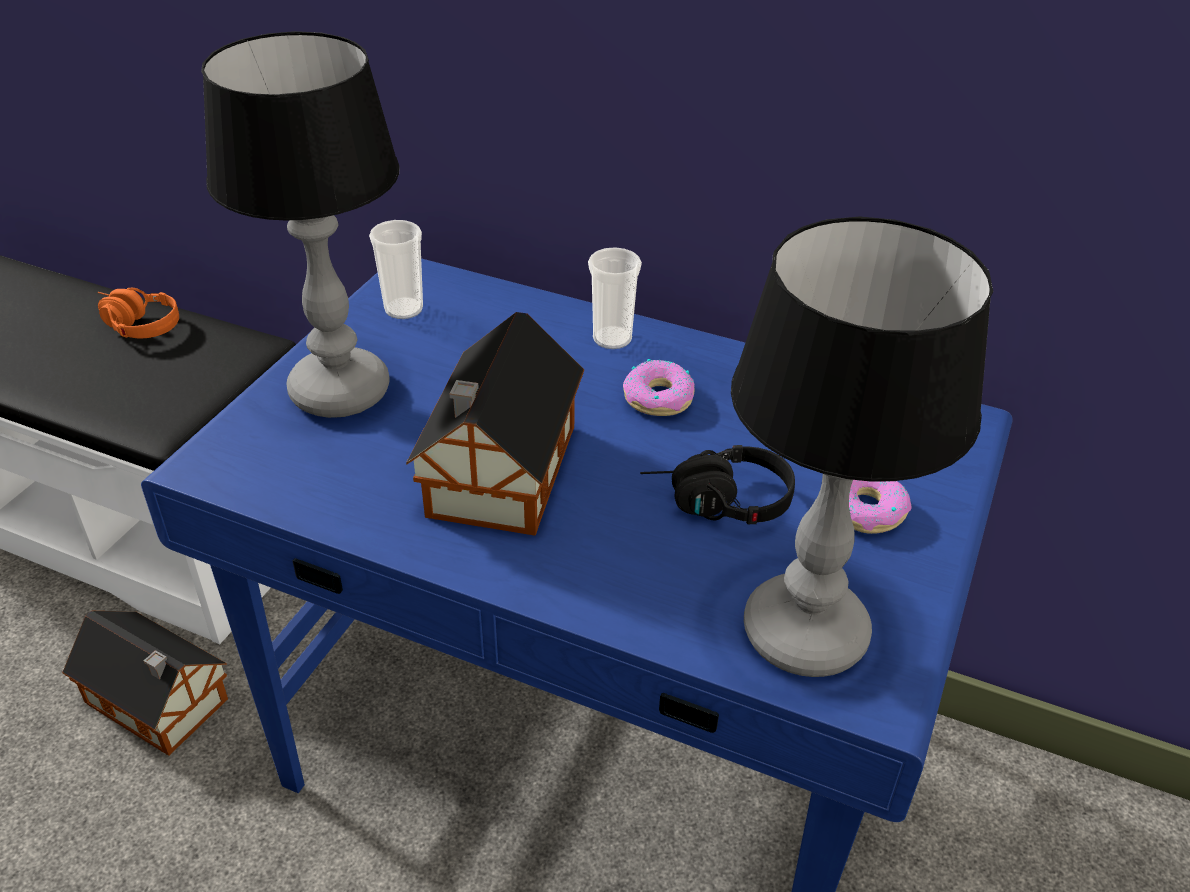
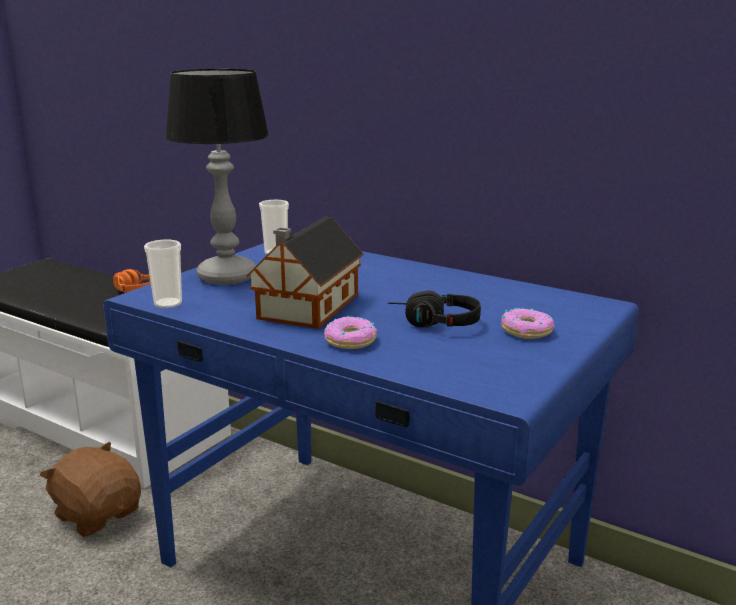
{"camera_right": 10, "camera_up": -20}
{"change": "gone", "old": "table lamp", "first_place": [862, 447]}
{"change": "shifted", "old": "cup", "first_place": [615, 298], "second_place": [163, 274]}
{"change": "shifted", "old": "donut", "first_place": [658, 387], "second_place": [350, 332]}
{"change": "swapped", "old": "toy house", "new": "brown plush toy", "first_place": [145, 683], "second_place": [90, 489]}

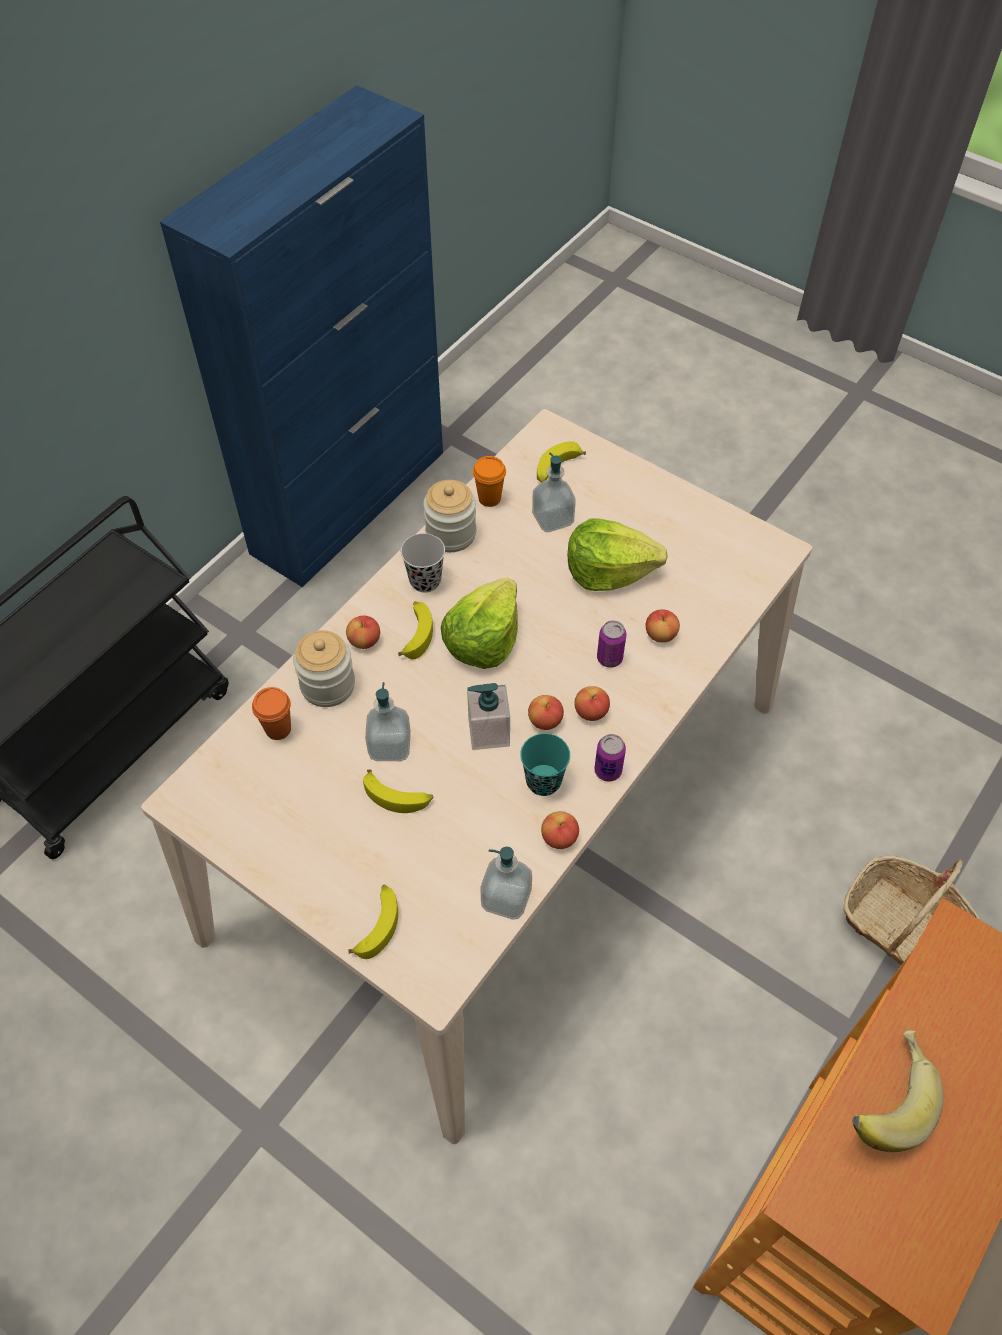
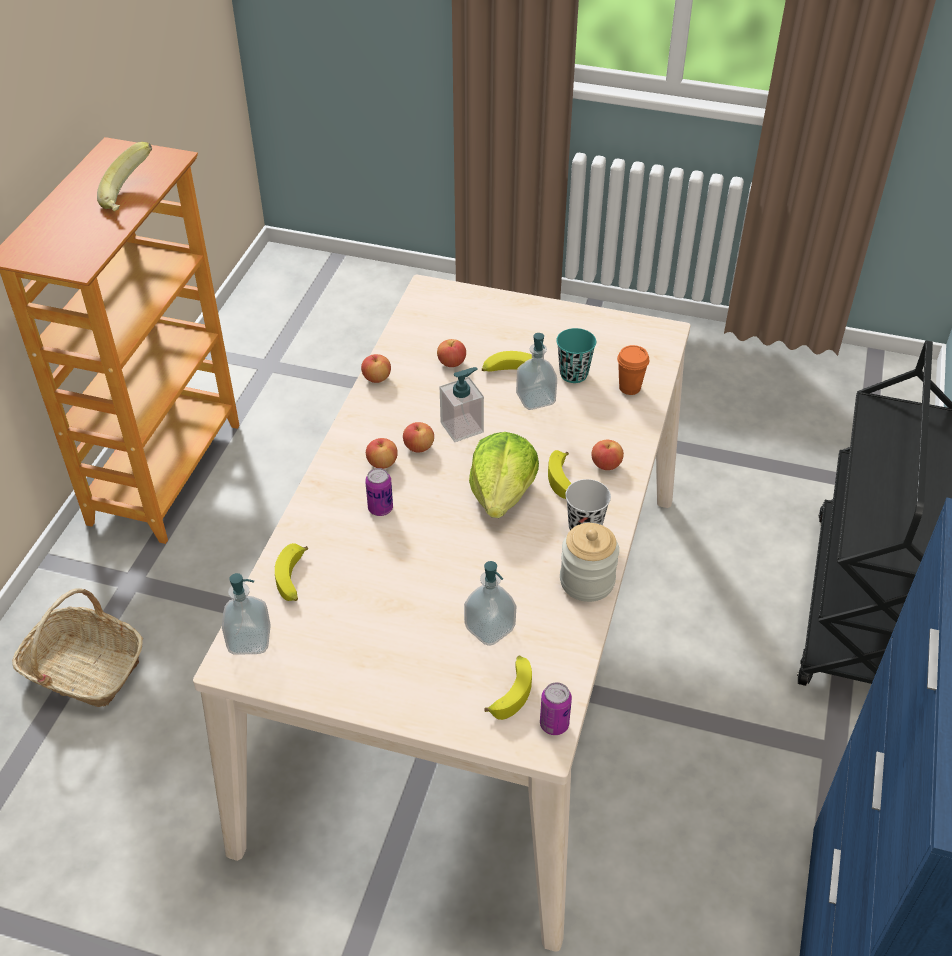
{"camera_right": 160, "camera_up": -10}
{"change": "gone", "old": "jar", "first_place": [324, 668]}
{"change": "gone", "old": "orange cup", "first_place": [489, 481]}
{"change": "gone", "old": "lettuce", "first_place": [617, 554]}
{"change": "shifted", "old": "banana", "first_place": [373, 922], "second_place": [291, 572]}
{"change": "shifted", "old": "soap dispenser", "first_place": [506, 883], "second_place": [246, 614]}
{"change": "shifted", "old": "turquoise cup", "first_place": [545, 764], "second_place": [576, 355]}
{"change": "shifted", "old": "can", "first_place": [610, 758], "second_place": [556, 708]}
{"change": "shifted", "old": "apple", "first_place": [663, 626], "second_place": [451, 353]}

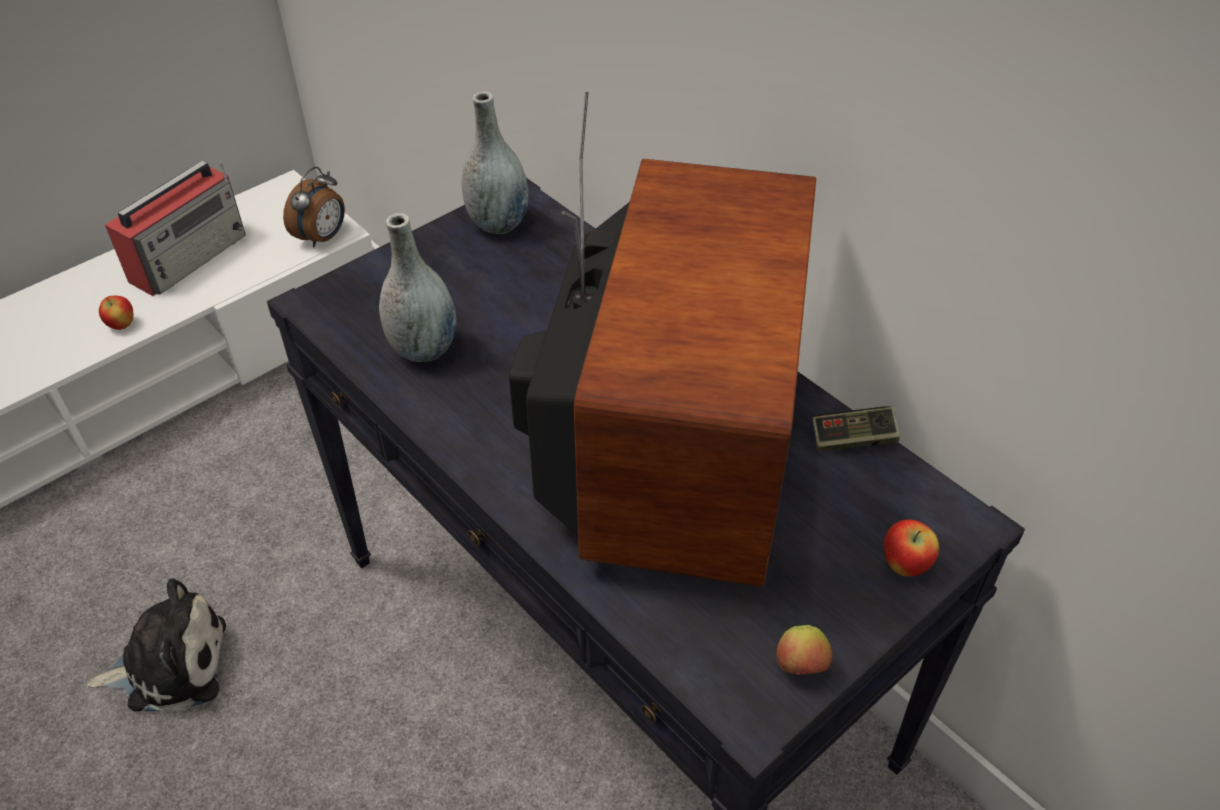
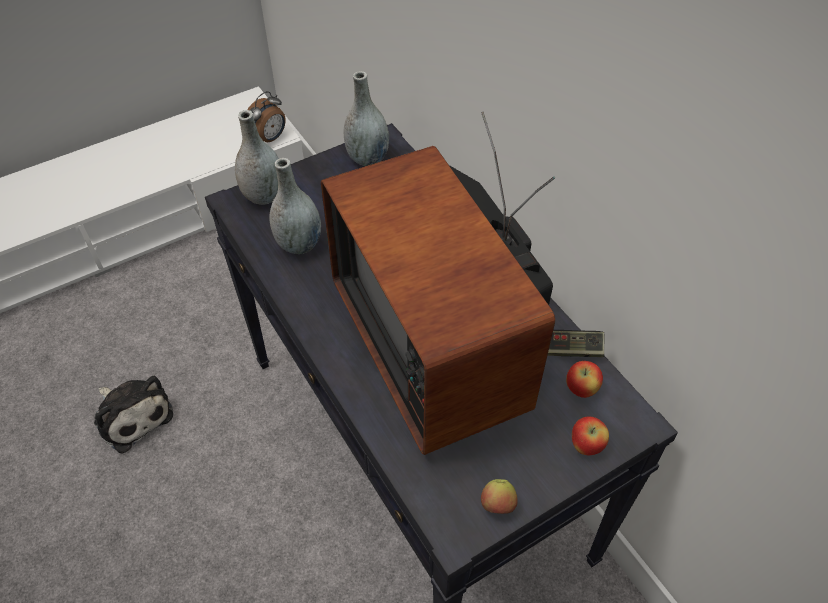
{"camera_right": 10, "camera_up": 5}
{"change": "gone", "old": "radio", "first_place": [175, 228]}
{"change": "new", "new": "grey vase", "second_place": [257, 157]}
{"change": "shifted", "old": "apple", "first_place": [116, 313], "second_place": [584, 379]}
{"change": "rotated", "old": "plush toy", "first_place": [156, 645], "second_place": [133, 415], "degrees": 45}
{"change": "rotated", "old": "television", "first_place": [662, 339], "second_place": [438, 283], "degrees": 135}

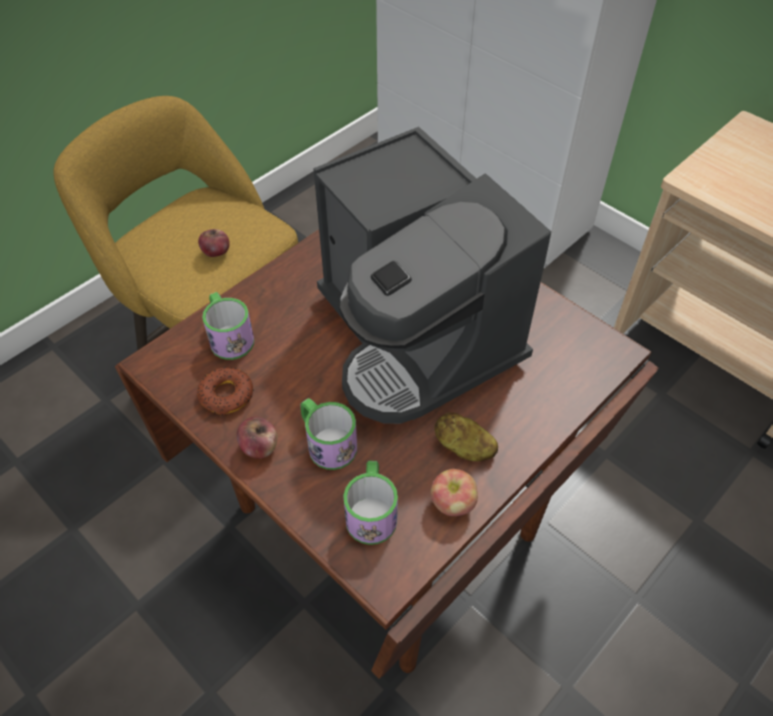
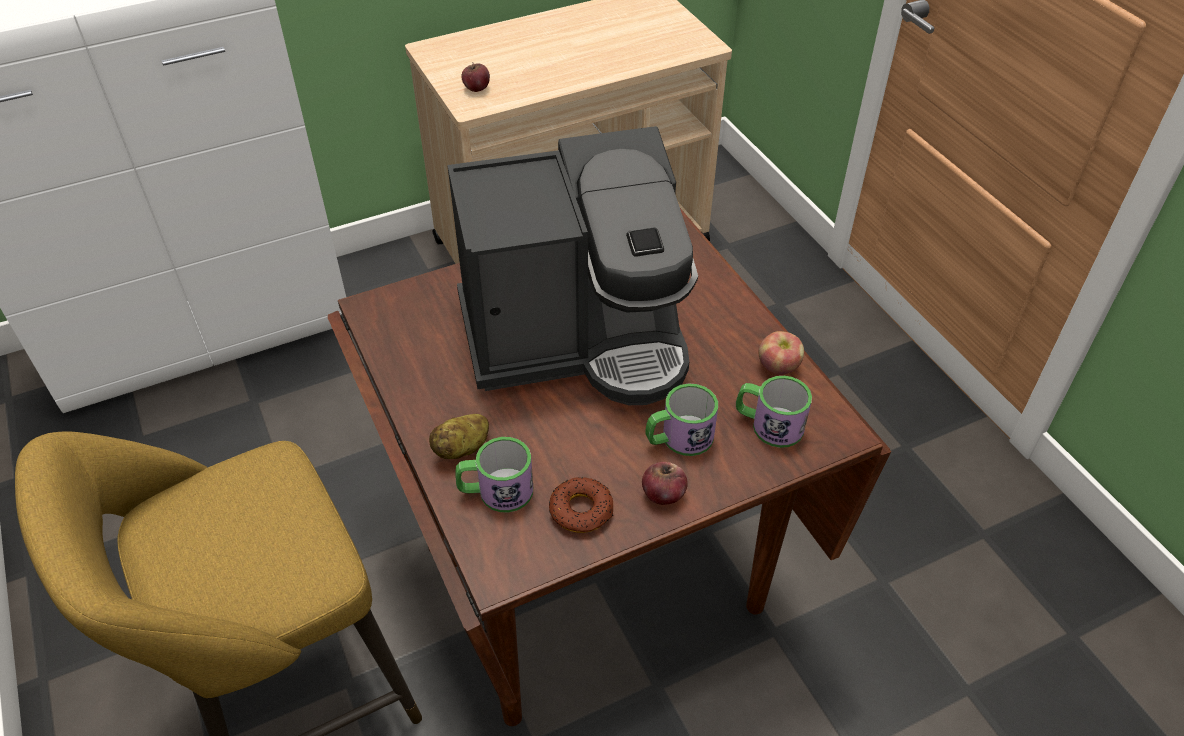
{"camera_right": -70, "camera_up": -5}
{"change": "shifted", "old": "apple", "first_place": [214, 243], "second_place": [476, 77]}
{"change": "shifted", "old": "potato", "first_place": [466, 436], "second_place": [459, 436]}

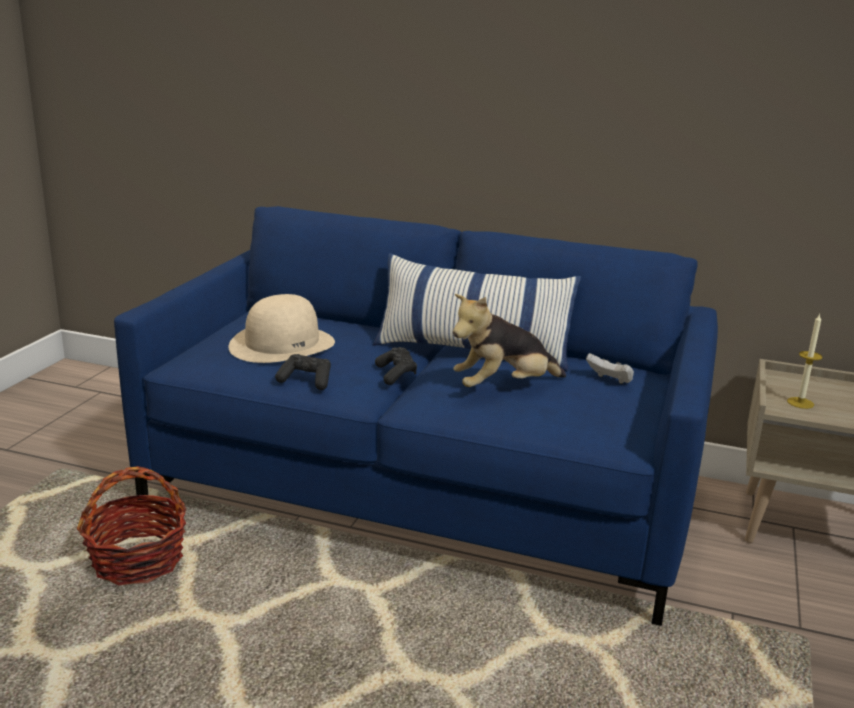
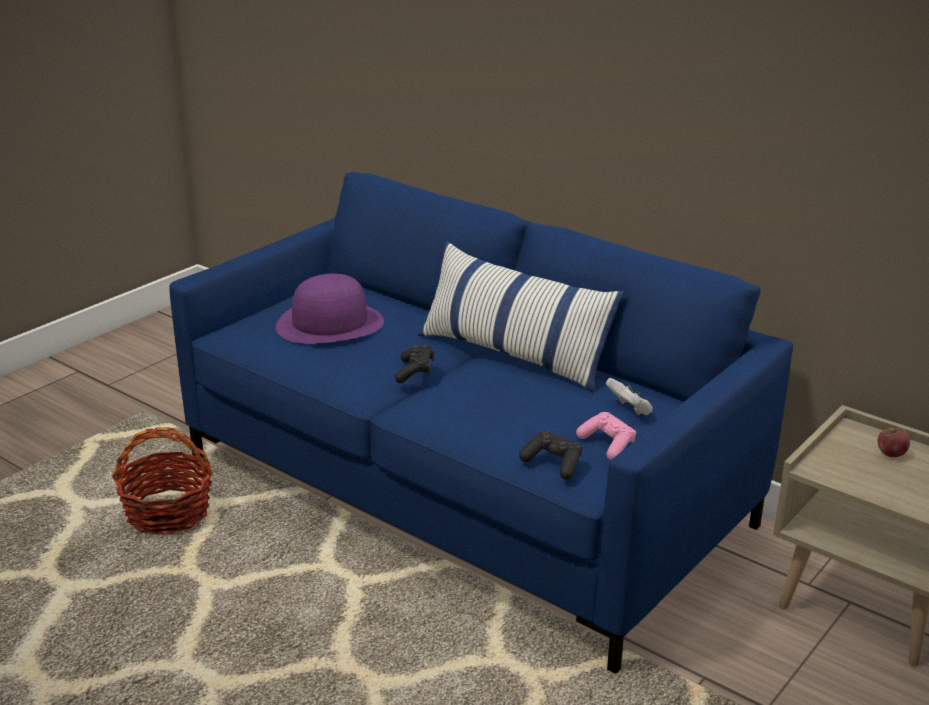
{"camera_right": 20, "camera_up": 5}
{"change": "gone", "old": "plush toy", "first_place": [509, 340]}
{"change": "gone", "old": "candle", "first_place": [805, 361]}
{"change": "new", "new": "pink game controller", "second_place": [606, 436]}
{"change": "new", "new": "apple", "second_place": [893, 441]}
{"change": "shifted", "old": "black game controller", "first_place": [303, 372], "second_place": [550, 455]}
{"change": "repainted", "old": "beige hat", "new": "purple hat", "first_place": [281, 328], "second_place": [330, 309]}

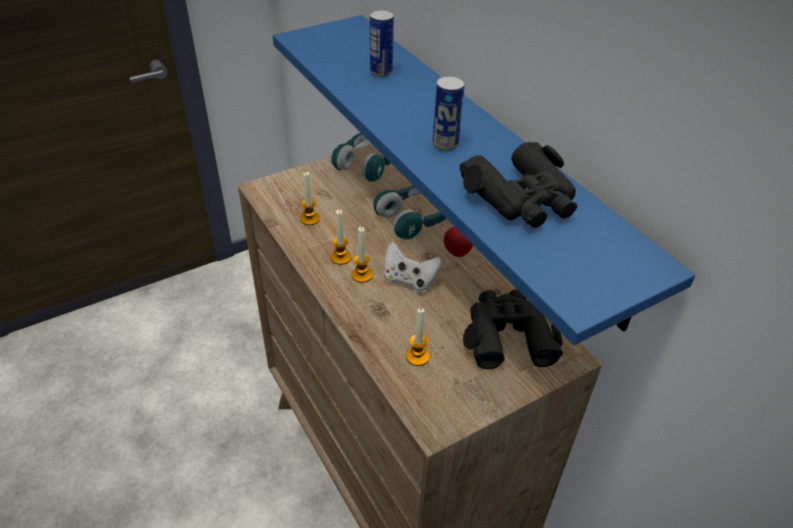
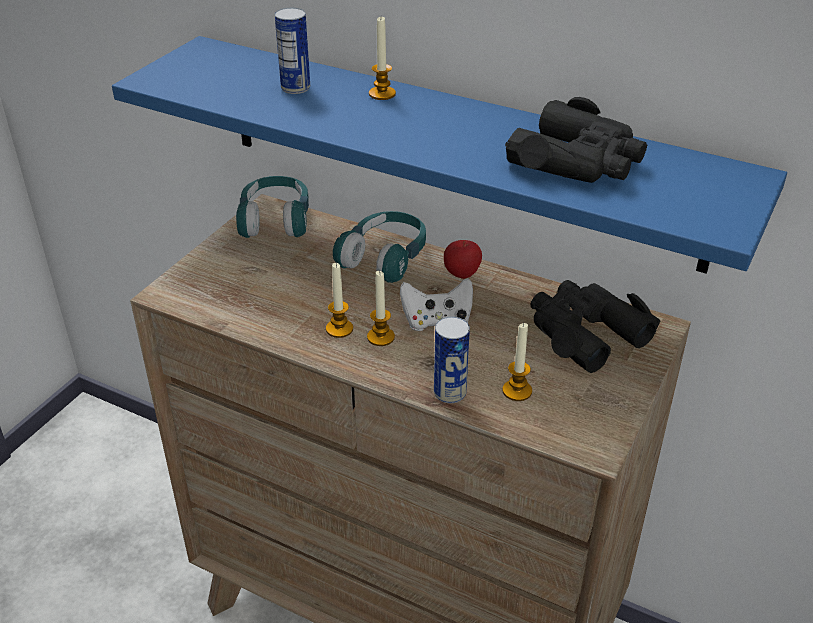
{"camera_right": -30, "camera_up": -5}
{"change": "shifted", "old": "candle", "first_place": [310, 198], "second_place": [382, 58]}
{"change": "shifted", "old": "can", "first_place": [449, 113], "second_place": [452, 360]}

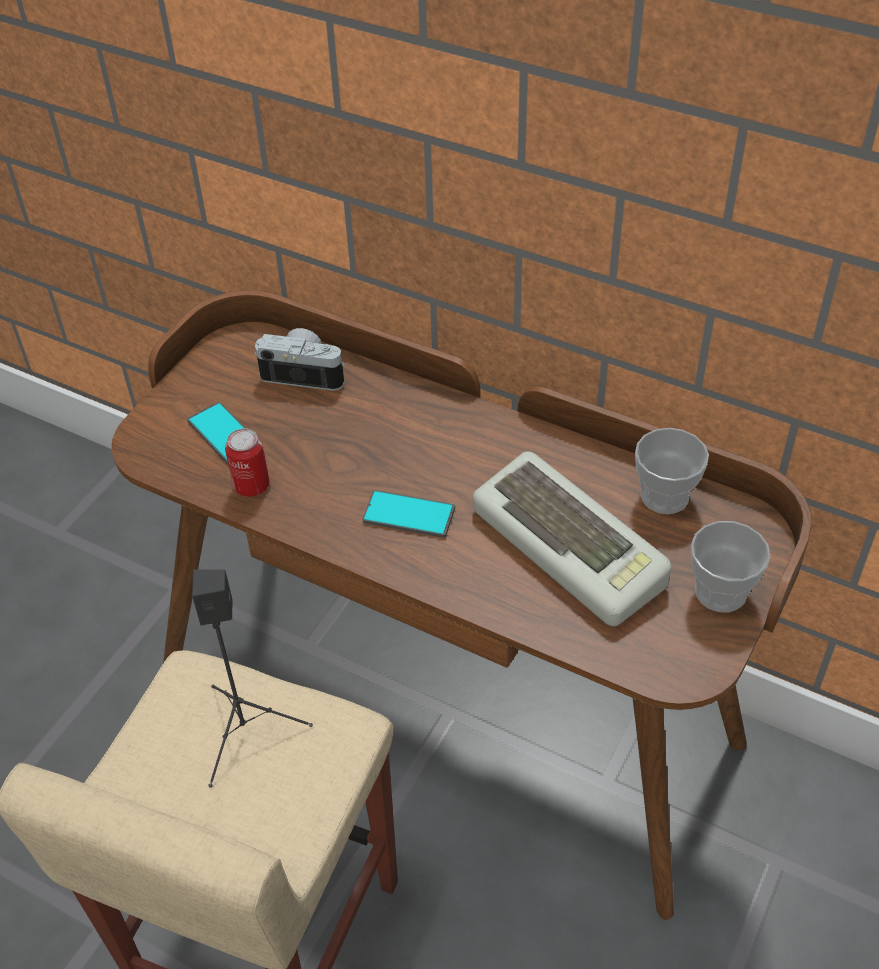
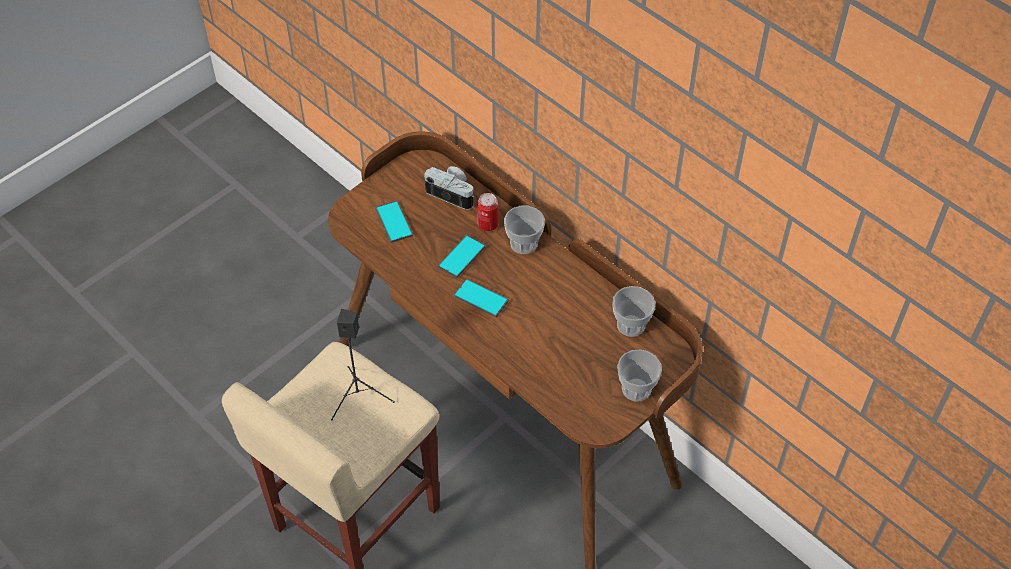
{"camera_right": 15, "camera_up": 5}
{"change": "gone", "old": "keyboard", "first_place": [572, 538]}
{"change": "new", "new": "phone", "second_place": [461, 256]}
{"change": "new", "new": "cup", "second_place": [524, 230]}
{"change": "shifted", "old": "can", "first_place": [247, 462], "second_place": [488, 212]}

